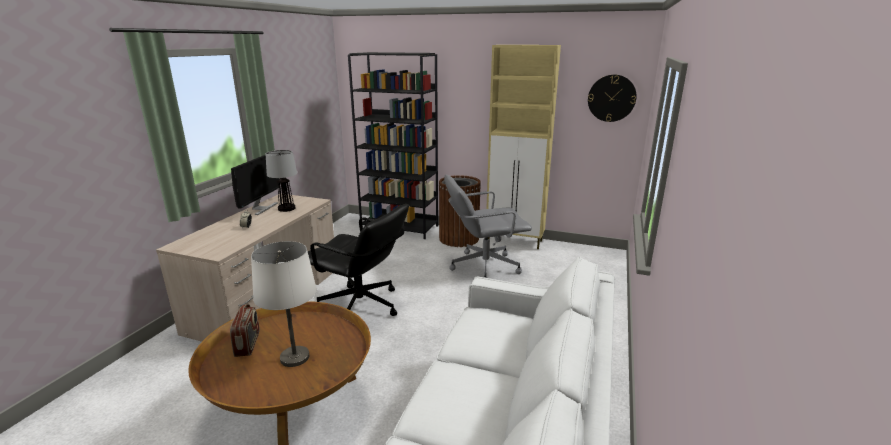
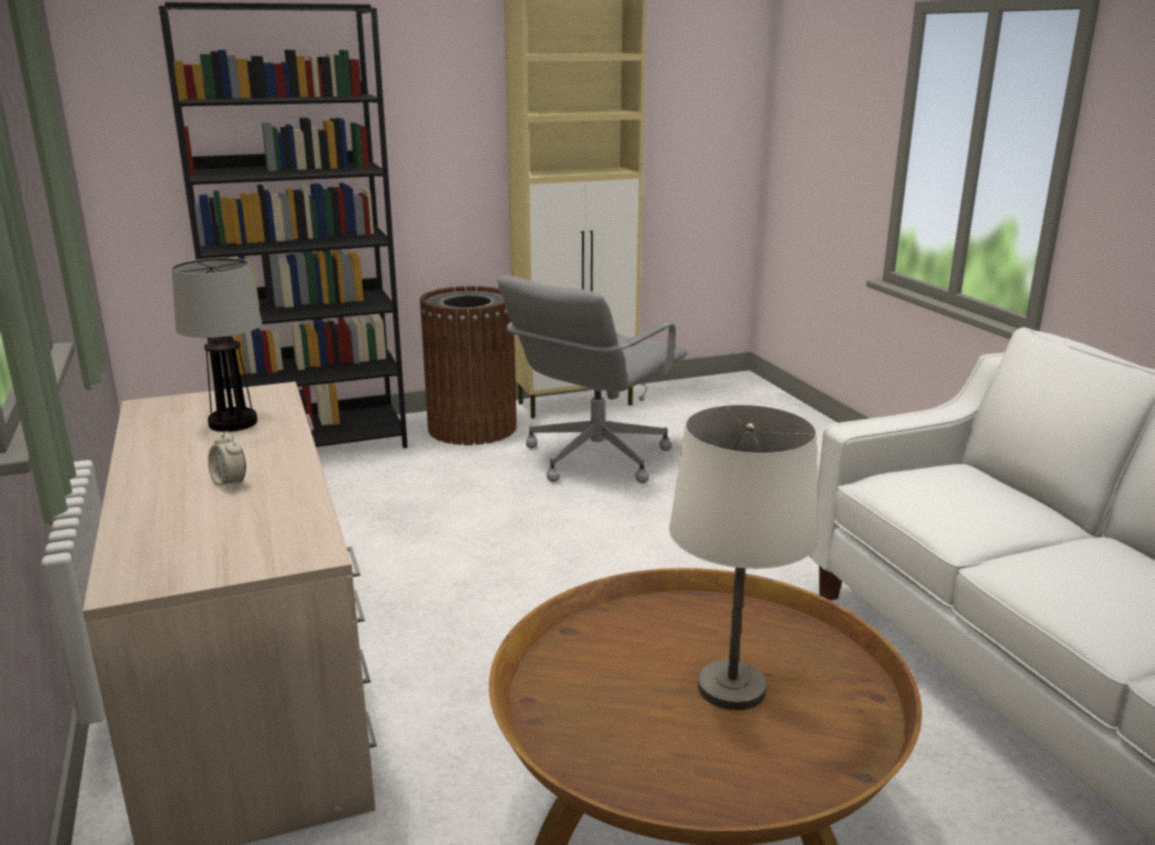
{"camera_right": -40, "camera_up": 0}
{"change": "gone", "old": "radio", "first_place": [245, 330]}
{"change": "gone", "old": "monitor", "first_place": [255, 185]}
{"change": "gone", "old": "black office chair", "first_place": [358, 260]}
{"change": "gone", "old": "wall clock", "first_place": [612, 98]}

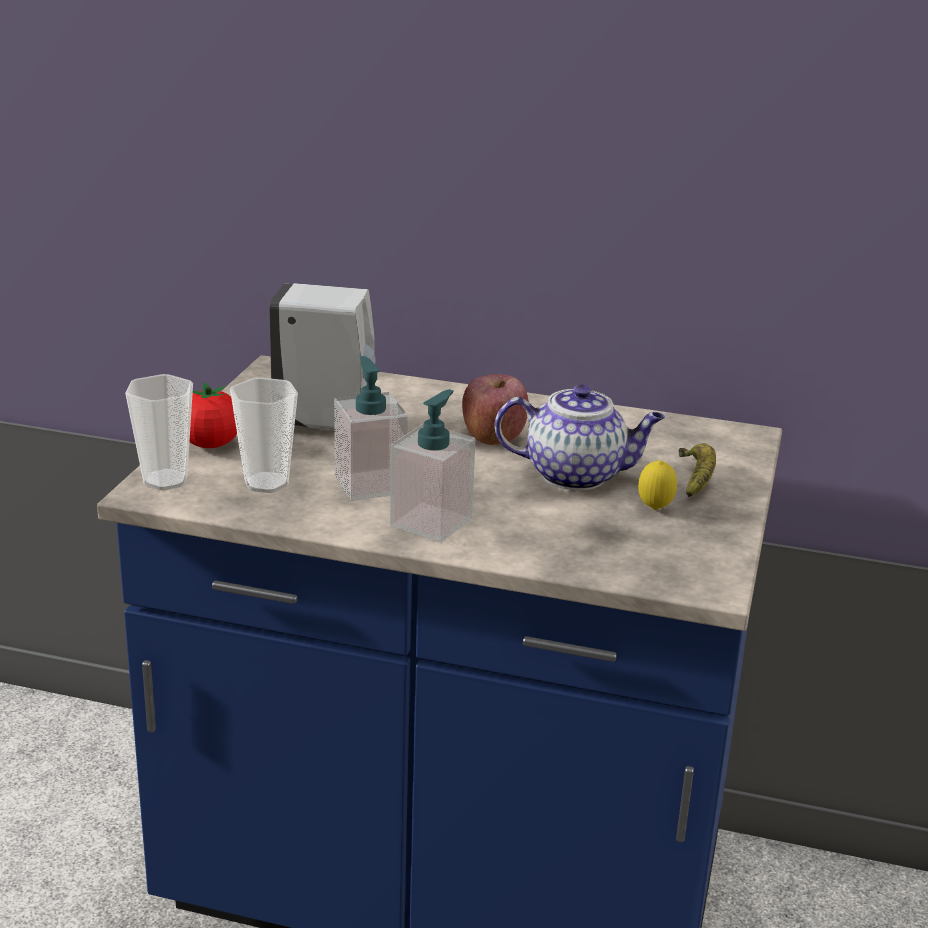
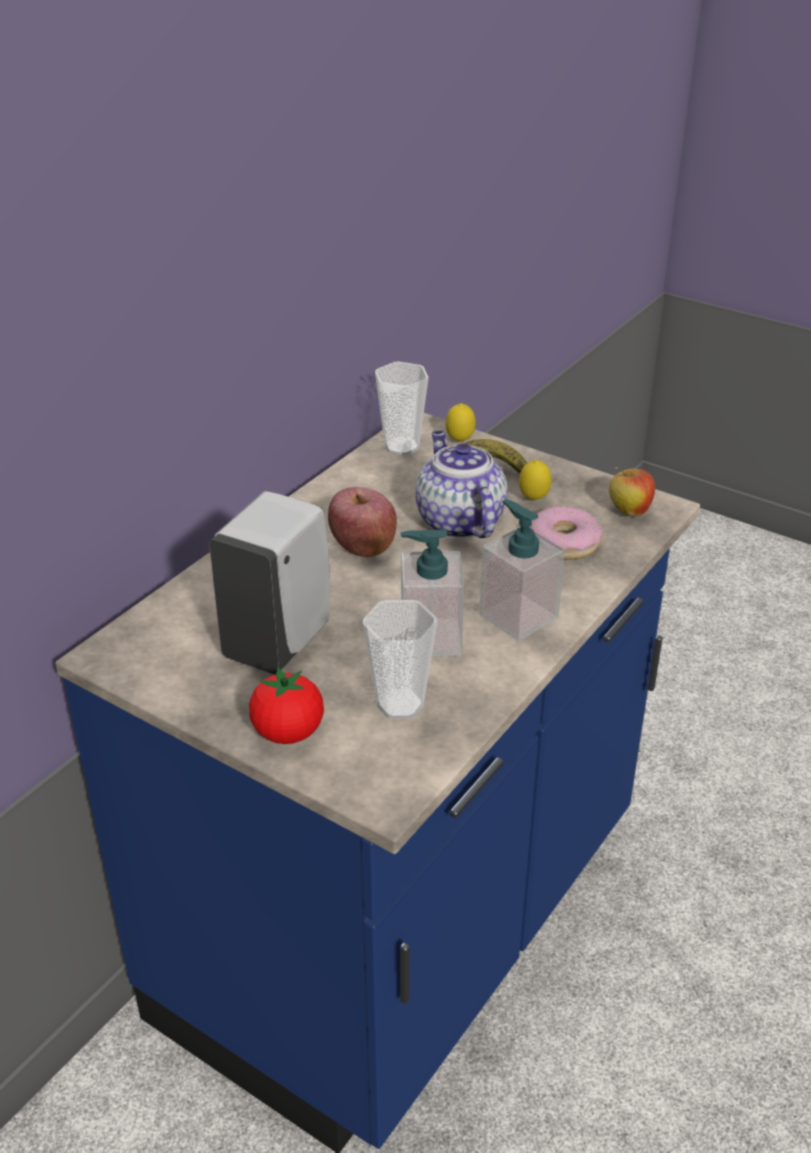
{"camera_right": -70, "camera_up": 10}
{"change": "new", "new": "lemon", "second_place": [461, 422]}
{"change": "new", "new": "donut", "second_place": [566, 533]}
{"change": "new", "new": "apple", "second_place": [632, 491]}
{"change": "shifted", "old": "cup", "first_place": [159, 432], "second_place": [402, 408]}
{"change": "rotated", "old": "teapot", "first_place": [580, 437], "second_place": [461, 484], "degrees": -45}

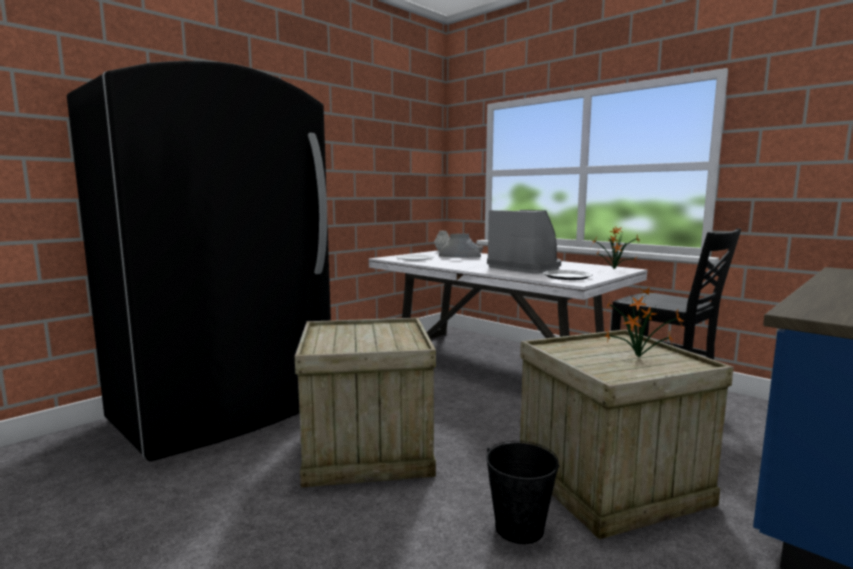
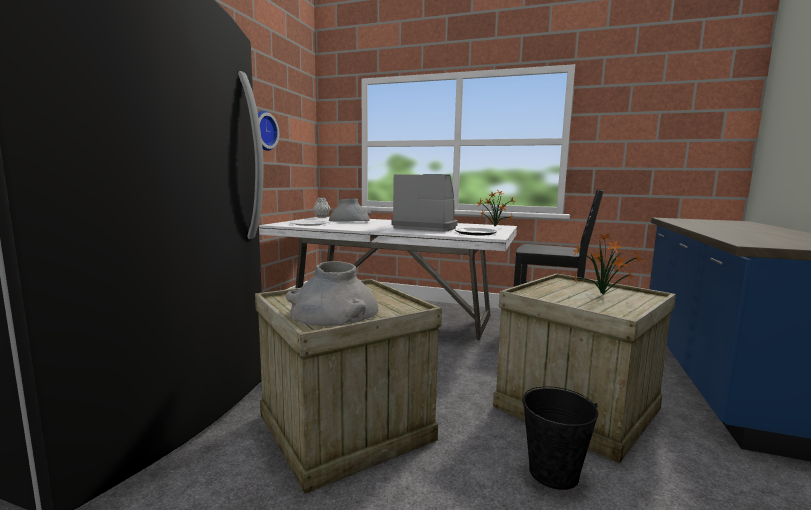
{"camera_right": -25, "camera_up": 0}
{"change": "new", "new": "wall clock", "second_place": [268, 131]}
{"change": "new", "new": "grey vase", "second_place": [332, 293]}

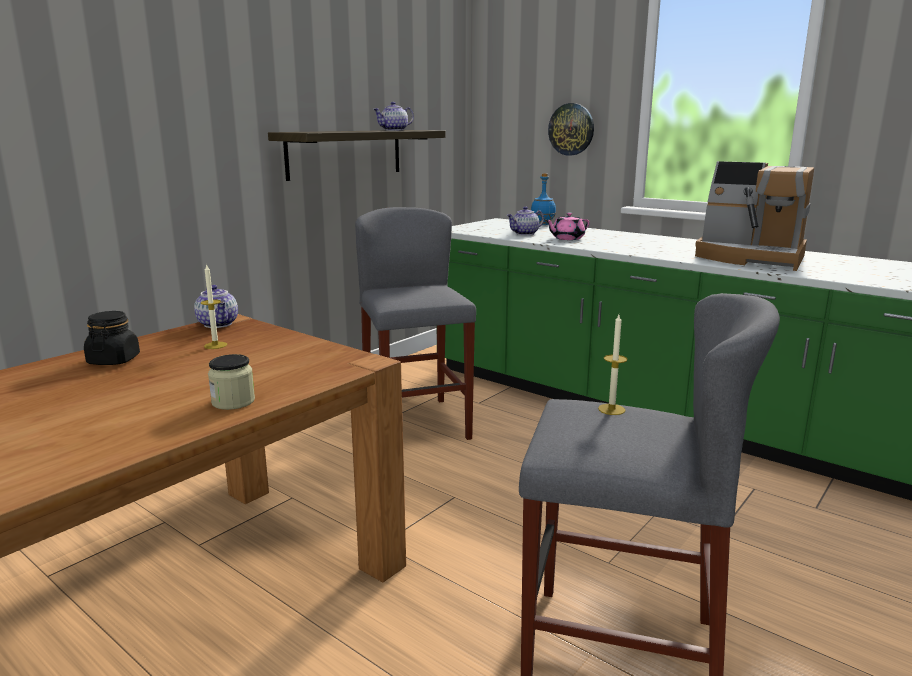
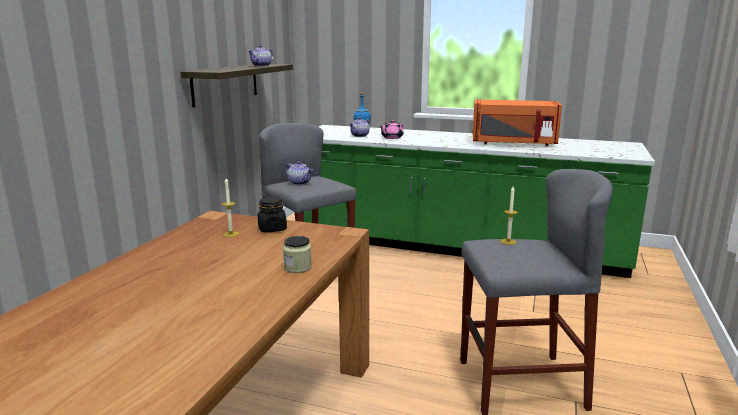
{"camera_right": -20, "camera_up": 0}
{"change": "gone", "old": "wall clock", "first_place": [571, 129]}
{"change": "shifted", "old": "black jar", "first_place": [112, 338], "second_place": [272, 214]}
{"change": "shifted", "old": "teapot", "first_place": [216, 306], "second_place": [299, 173]}
{"change": "swapped", "old": "coffee machine", "new": "orange microwave", "first_place": [754, 216], "second_place": [517, 123]}

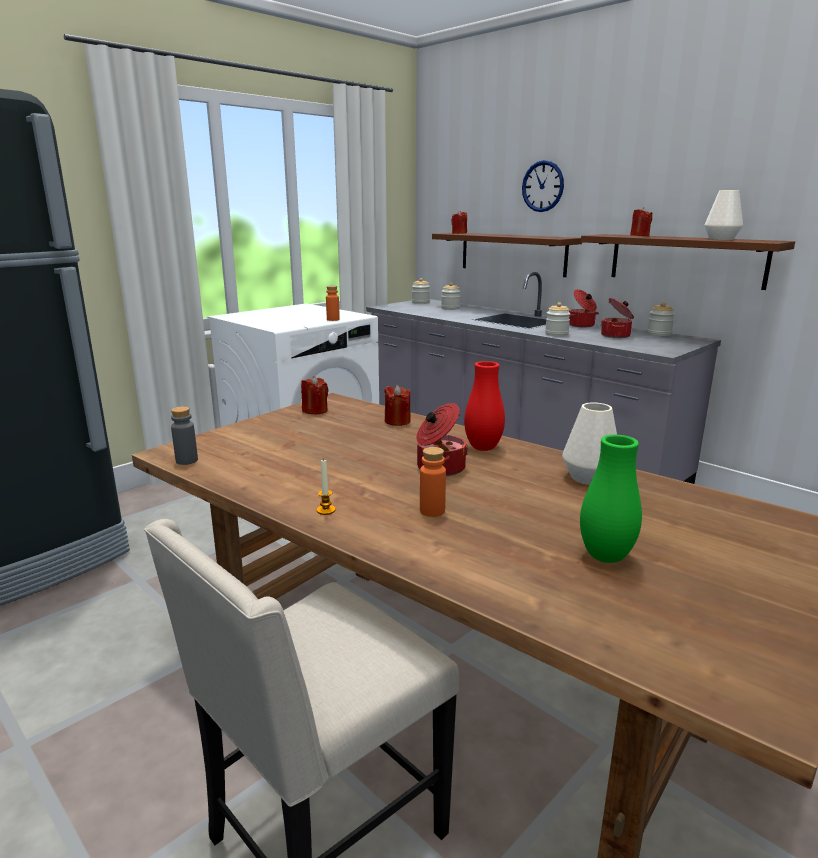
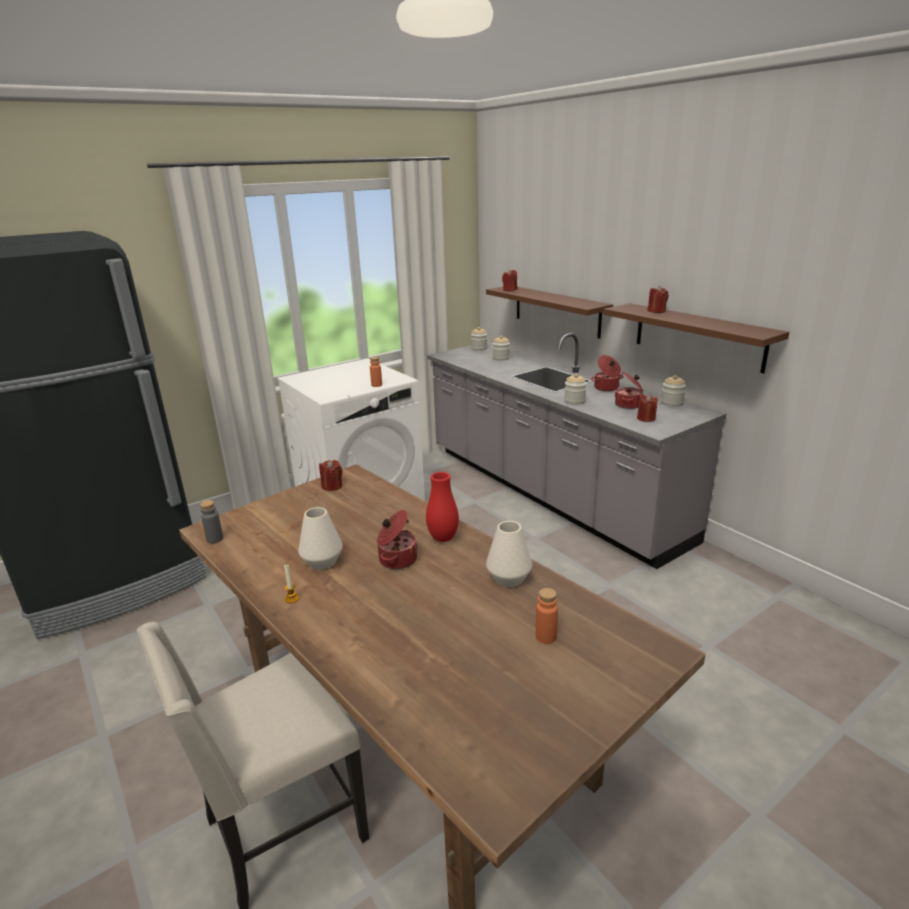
{"camera_right": 10, "camera_up": 5}
{"change": "gone", "old": "wall clock", "first_place": [543, 186]}
{"change": "gone", "old": "green vase", "first_place": [611, 499]}
{"change": "shifted", "old": "red candle", "first_place": [397, 405], "second_place": [647, 408]}
{"change": "shifted", "old": "orange bottle", "first_place": [433, 482], "second_place": [547, 616]}
{"change": "shifted", "old": "white vase", "first_place": [723, 215], "second_place": [320, 538]}

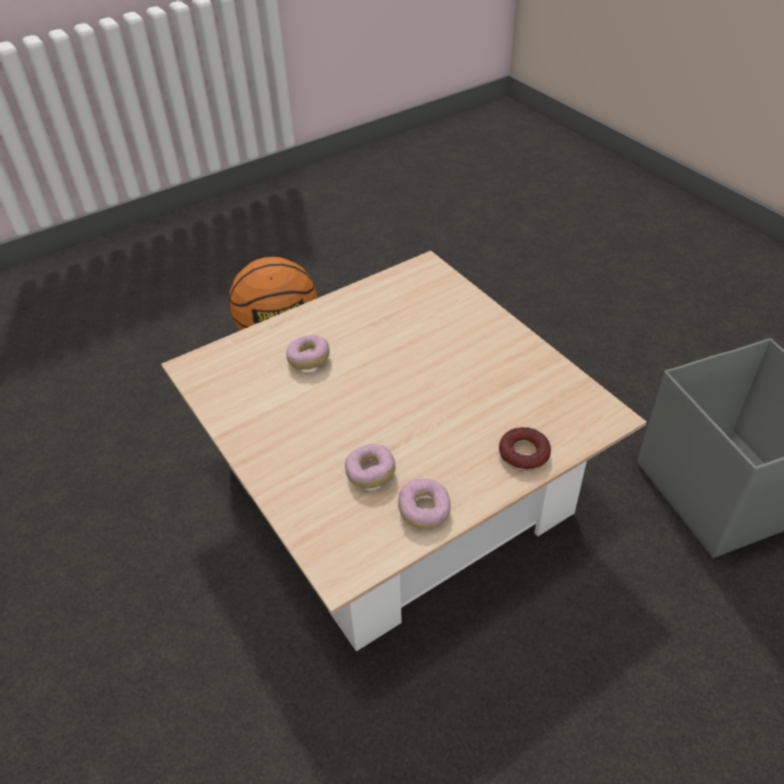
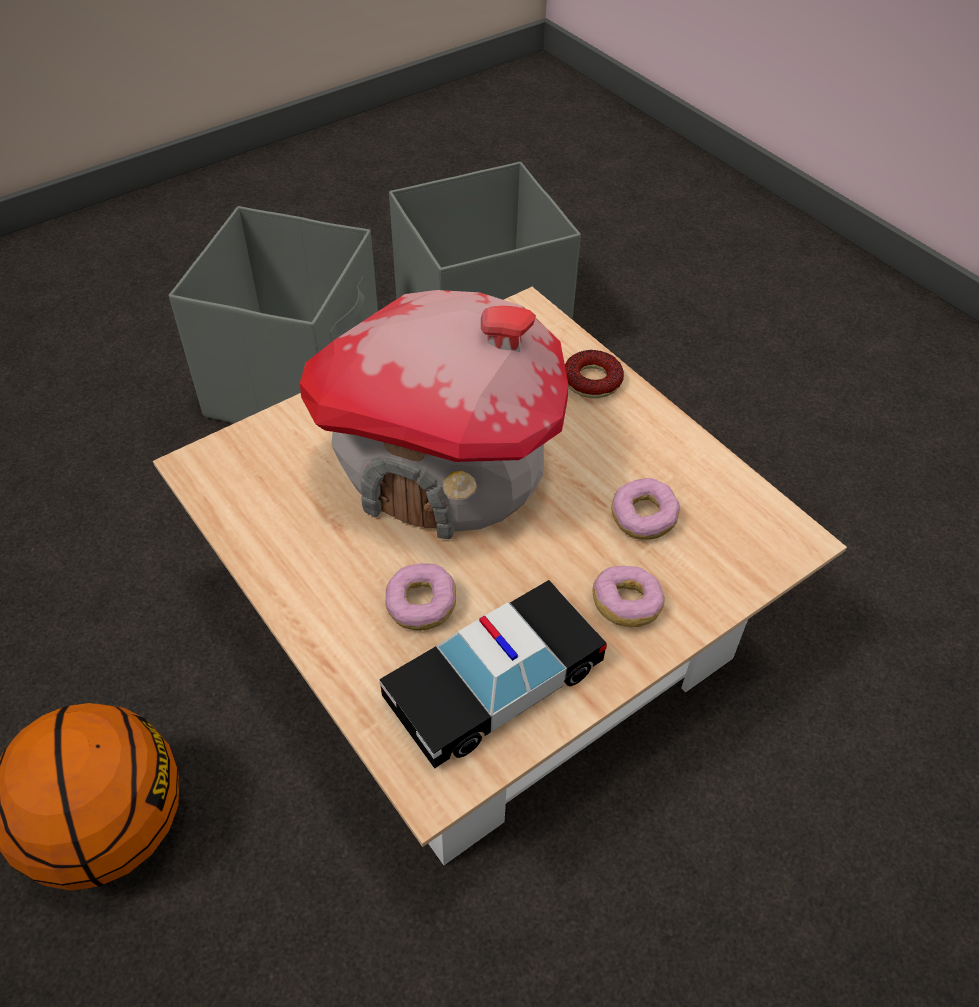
{"camera_right": -95, "camera_up": 5}
{"change": "new", "new": "grey storage box", "second_place": [273, 314]}
{"change": "new", "new": "toy house", "second_place": [434, 414]}
{"change": "new", "new": "toy car", "second_place": [493, 674]}
{"change": "shifted", "old": "donut", "first_place": [424, 504], "second_place": [628, 596]}

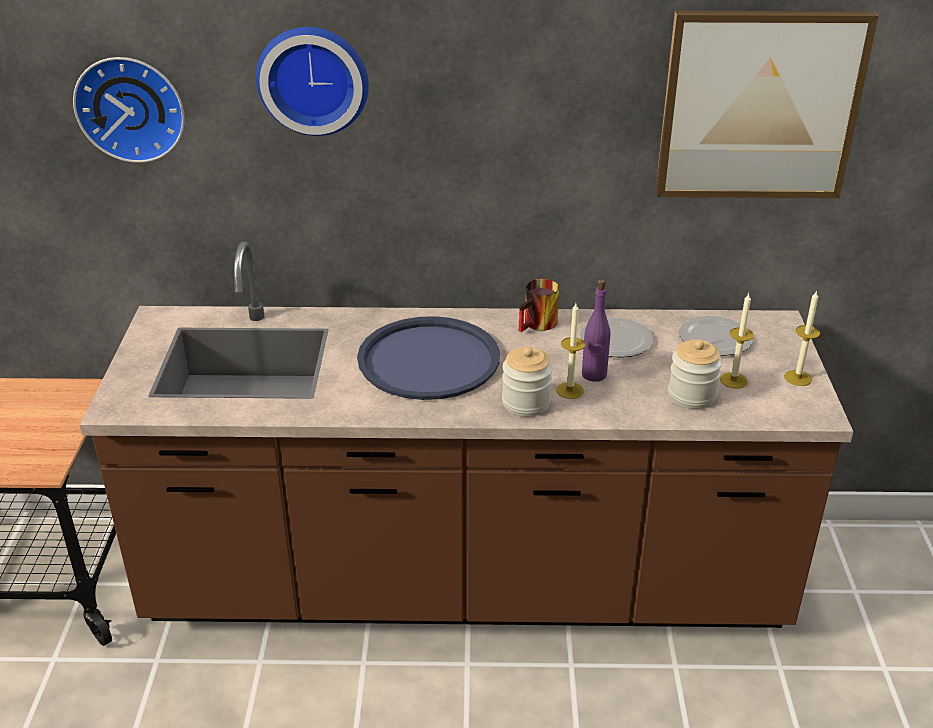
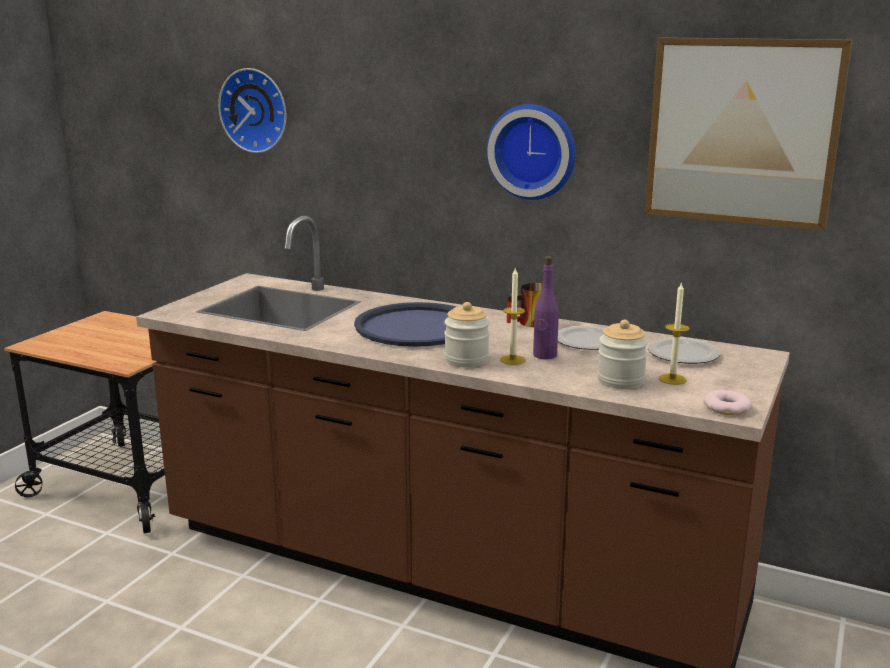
{"camera_right": 25, "camera_up": -15}
{"change": "gone", "old": "candle", "first_place": [802, 338]}
{"change": "new", "new": "donut", "second_place": [728, 402]}
{"change": "shifted", "old": "wall clock", "first_place": [312, 81], "second_place": [531, 152]}

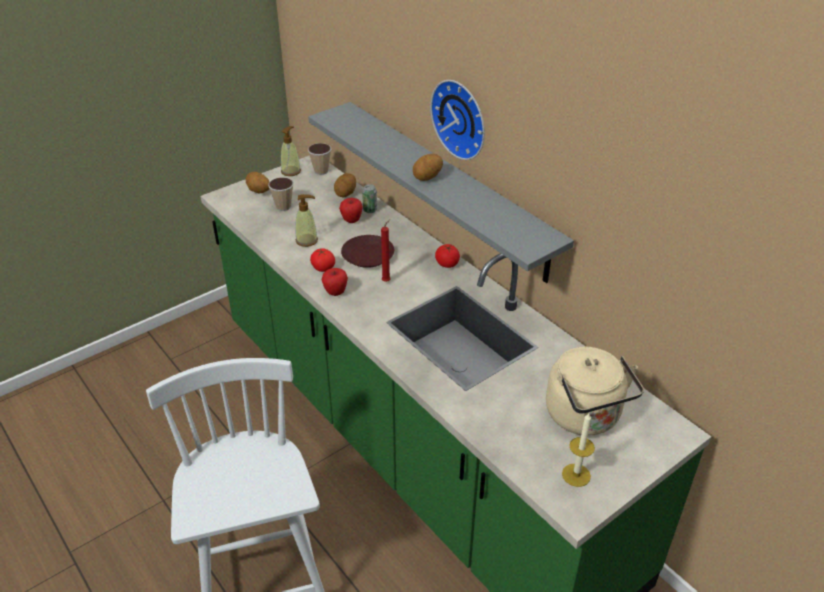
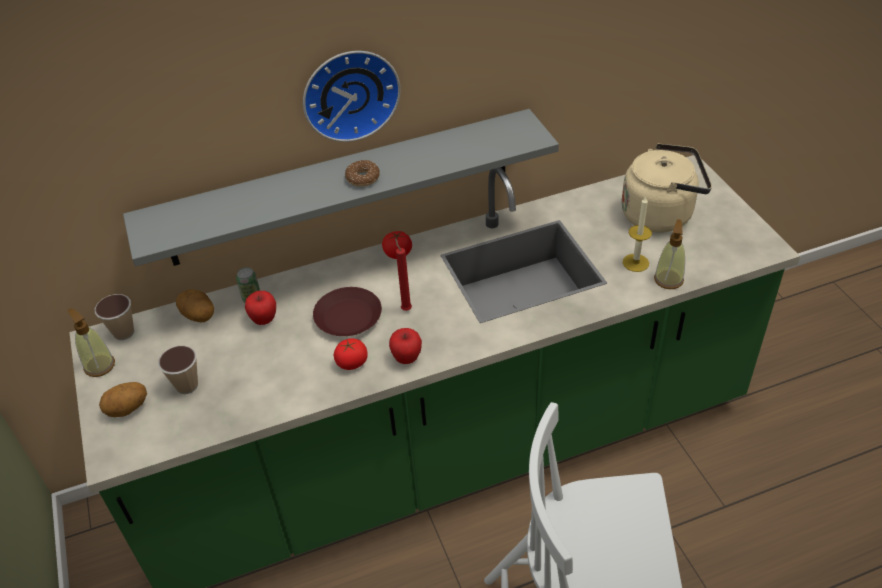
{"camera_right": -70, "camera_up": 5}
{"change": "shifted", "old": "soap dispenser", "first_place": [306, 220], "second_place": [669, 254]}
{"change": "shifted", "old": "candle", "first_place": [578, 450], "second_place": [637, 234]}
{"change": "swapped", "old": "potato", "new": "donut", "first_place": [428, 167], "second_place": [362, 173]}

